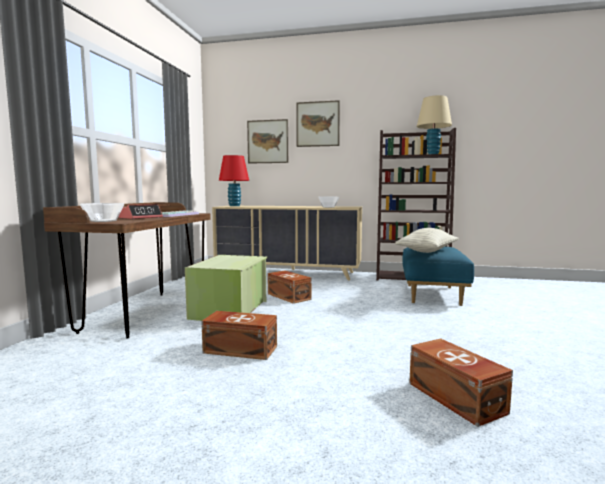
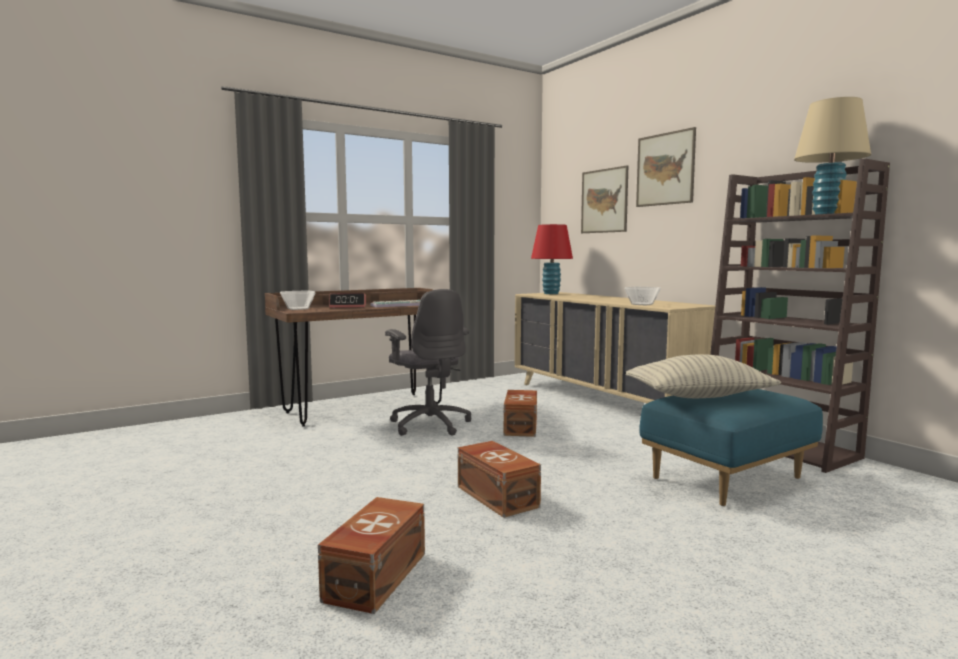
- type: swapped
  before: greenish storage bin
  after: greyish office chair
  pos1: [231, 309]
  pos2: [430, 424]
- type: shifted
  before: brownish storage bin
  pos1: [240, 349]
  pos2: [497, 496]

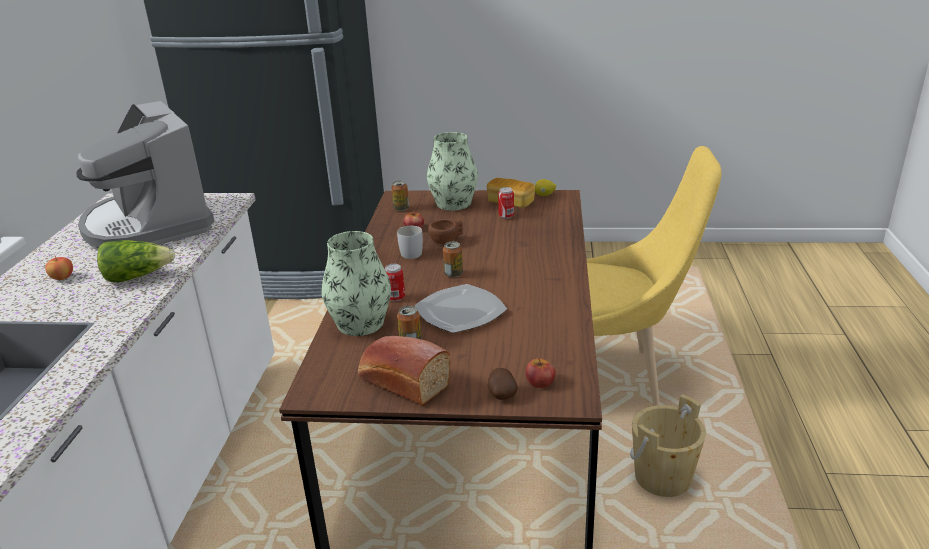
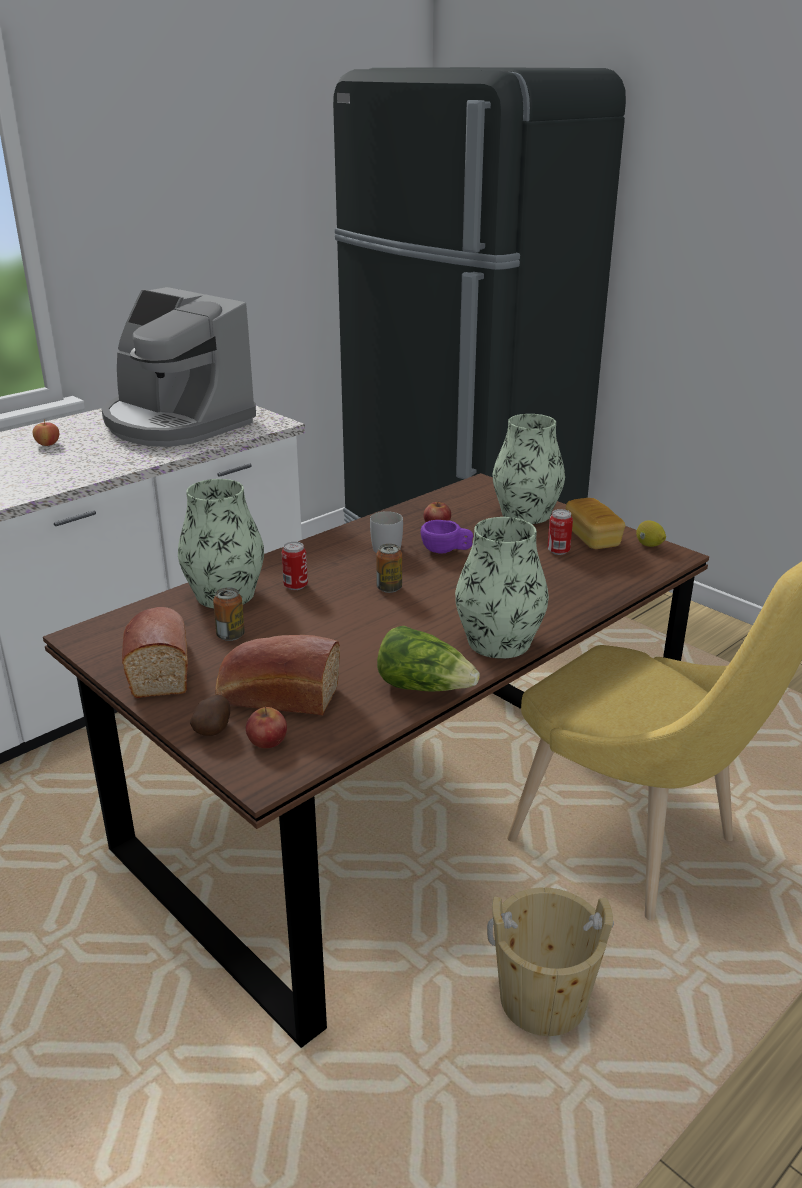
- type: rotated
  before: coffee maker
  pos1: [149, 225]
  pos2: [176, 423]
  turn: -60
- type: shifted
  before: lettuce
  pos1: [137, 276]
  pos2: [424, 687]
- type: gone
  before: can
  pos1: [401, 208]
- type: gone
  before: dinner plate
  pos1: [461, 311]
- type: repainted
  before: brownish cup
  after: purple-coloured cup
  pos1: [447, 241]
  pos2: [446, 551]
- type: new
  after: baked bread
  pos2: [275, 696]
- type: new
  after: vase
  pos2: [499, 642]

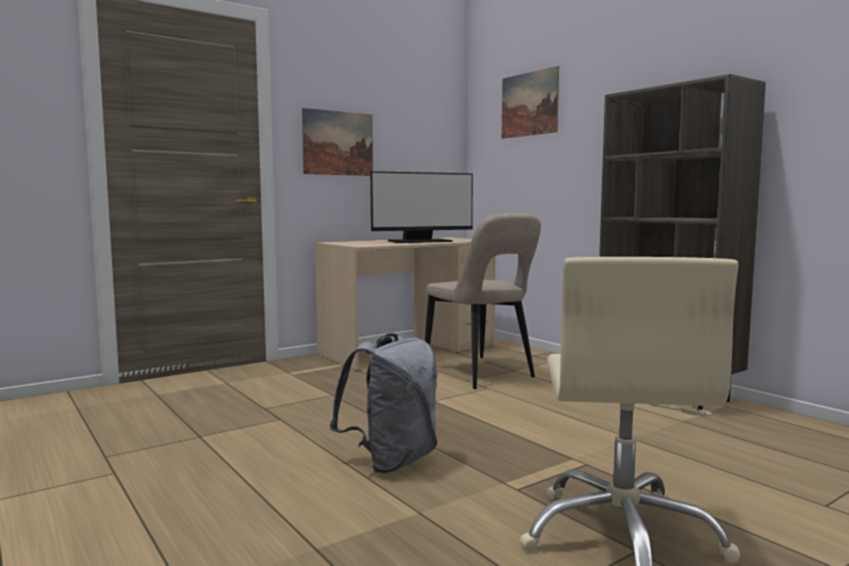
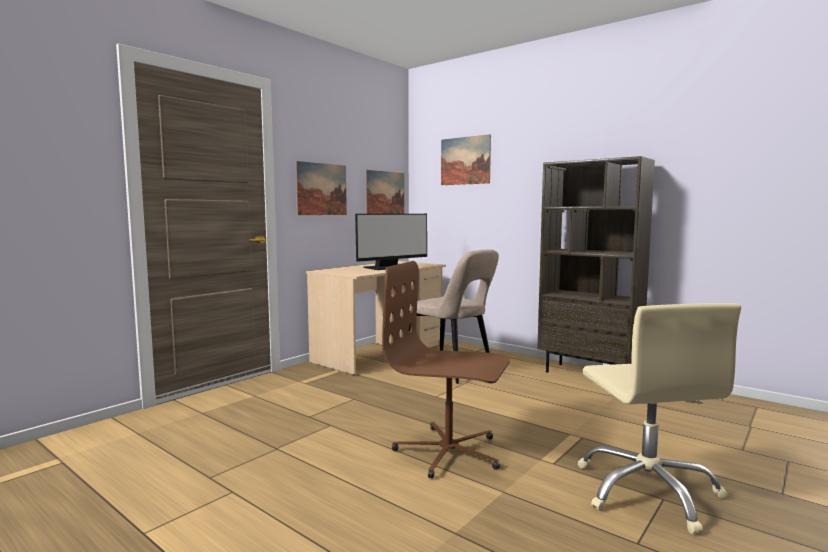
- type: swapped
  before: greyish backpack
  after: brownish office chair
  pos1: [392, 461]
  pos2: [448, 452]
- type: new
  after: wall art
  pos2: [385, 194]

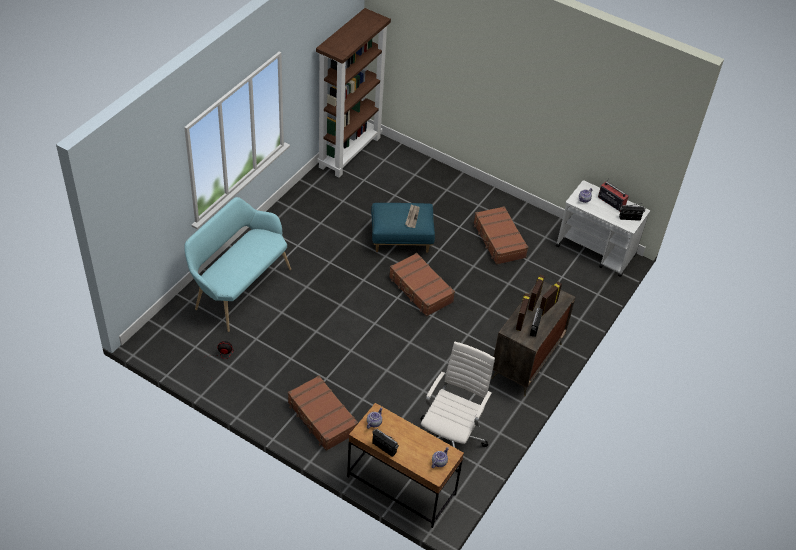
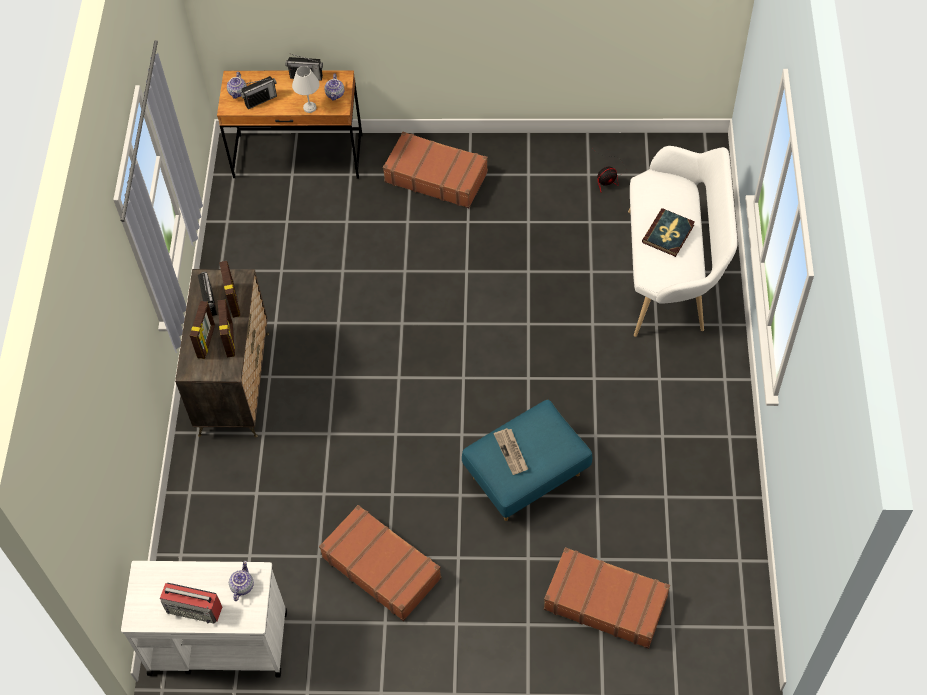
- type: repainted
  before: blue-green indoor bench
  after: whitish indoor bench
  pos1: [239, 288]
  pos2: [672, 272]
- type: gone
  before: brownish bookcase
  pos1: [349, 152]
- type: shifted
  before: brownish travel case
  pos1: [420, 290]
  pos2: [605, 602]
- type: gone
  before: whitish office chair
  pos1: [451, 438]
- type: shifted
  before: radio receiver
  pos1: [630, 218]
  pos2: [260, 100]
- type: new
  after: whitish tabletop lamp
  pos2: [309, 108]
- type: new
  after: book
  pos2: [668, 234]

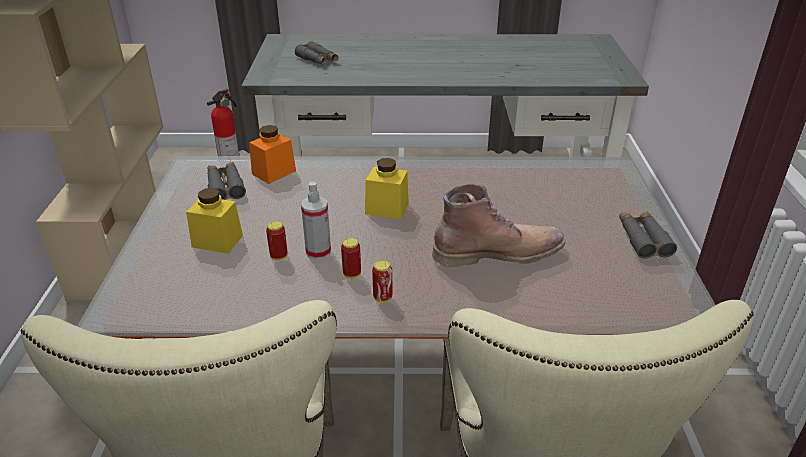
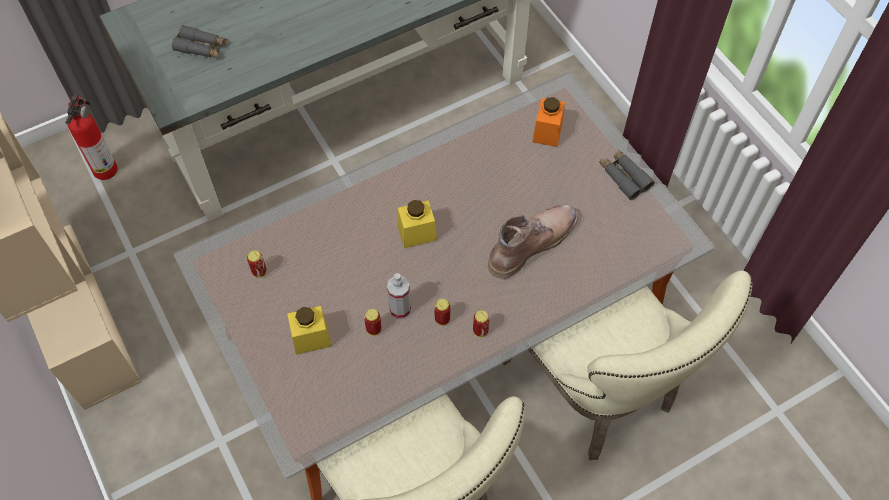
- type: swapped
  before: greyish pair of binoculars
  after: can
  pos1: [225, 187]
  pos2: [259, 272]
- type: shifted
  before: orange-coloured preserve jar
  pos1: [274, 172]
  pos2: [547, 132]

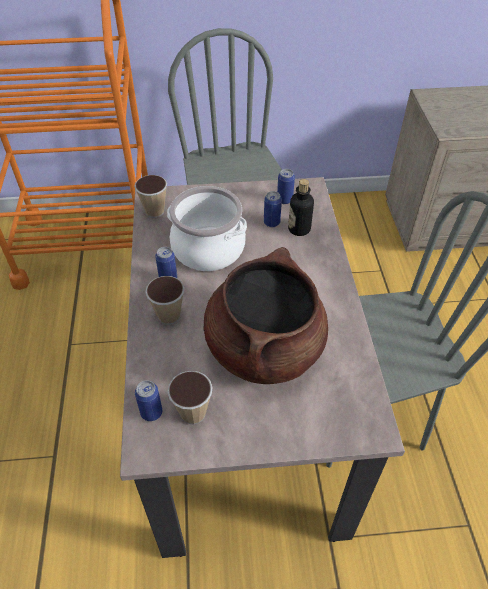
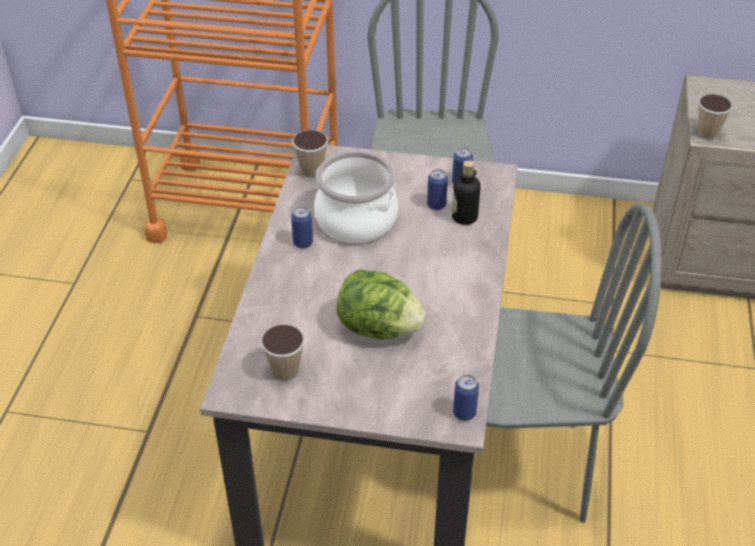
- type: shifted
  before: can
  pos1: [151, 412]
  pos2: [464, 413]
- type: shifted
  before: cup
  pos1: [169, 316]
  pos2: [707, 133]
- type: swapped
  before: brownish cooking pot
  after: lettuce
  pos1: [264, 348]
  pos2: [378, 328]

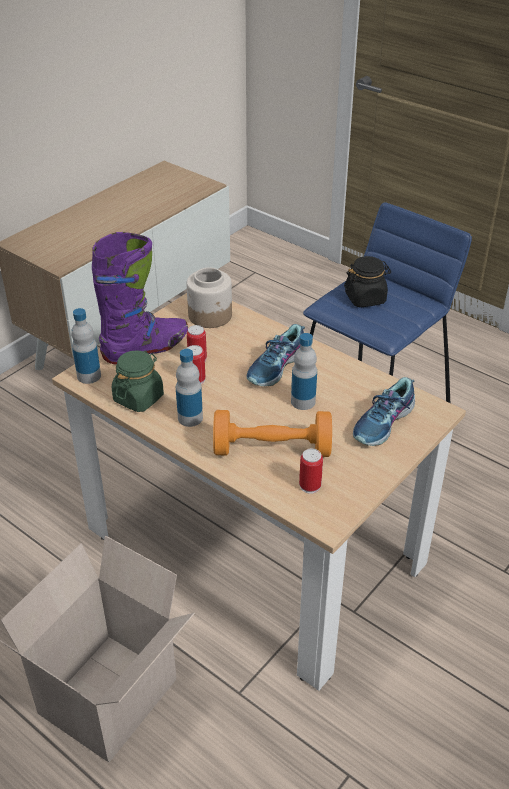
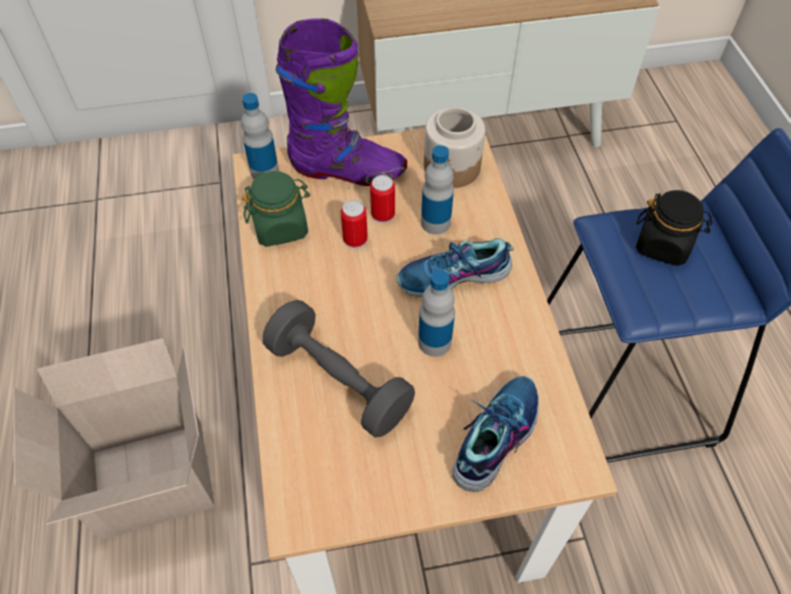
- type: shifted
  before: bottle
  pos1: [190, 418]
  pos2: [435, 223]
- type: repainted
  before: orange-coloured hand weight
  after: greyish hand weight
  pos1: [272, 449]
  pos2: [339, 381]
- type: gone
  before: can
  pos1: [310, 486]
- type: rotated
  before: low shoe
  pos1: [384, 423]
  pos2: [494, 436]
  turn: 135

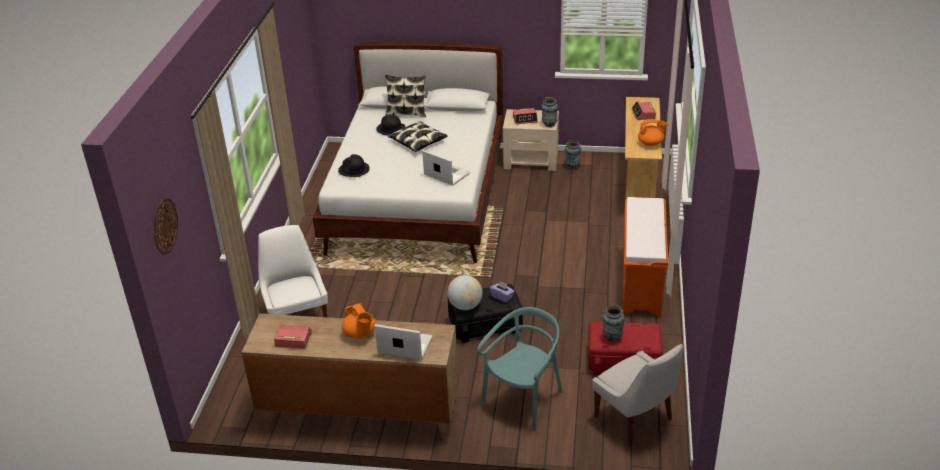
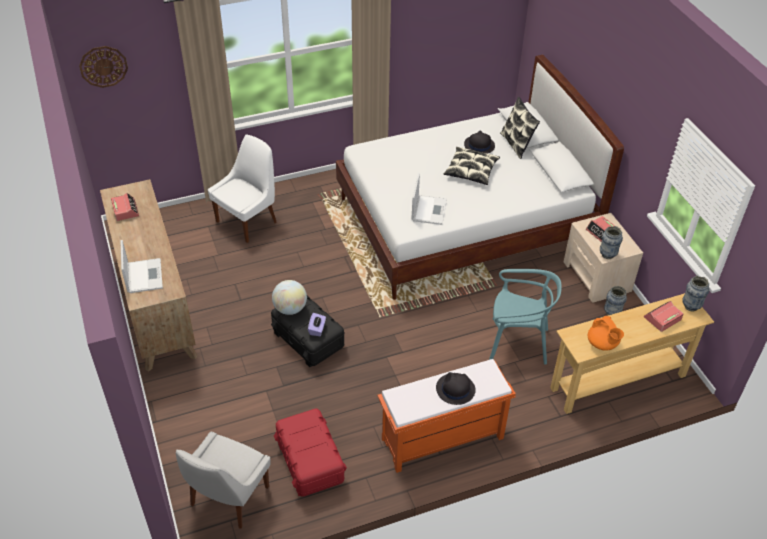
- type: shifted
  before: black-coloured wearable hat
  pos1: [354, 170]
  pos2: [455, 389]
- type: gone
  before: orange-coloured pot for tea
  pos1: [360, 333]
- type: shifted
  before: blue-green plain chair
  pos1: [523, 400]
  pos2: [517, 343]
- type: shifted
  before: vase
  pos1: [612, 337]
  pos2: [691, 306]

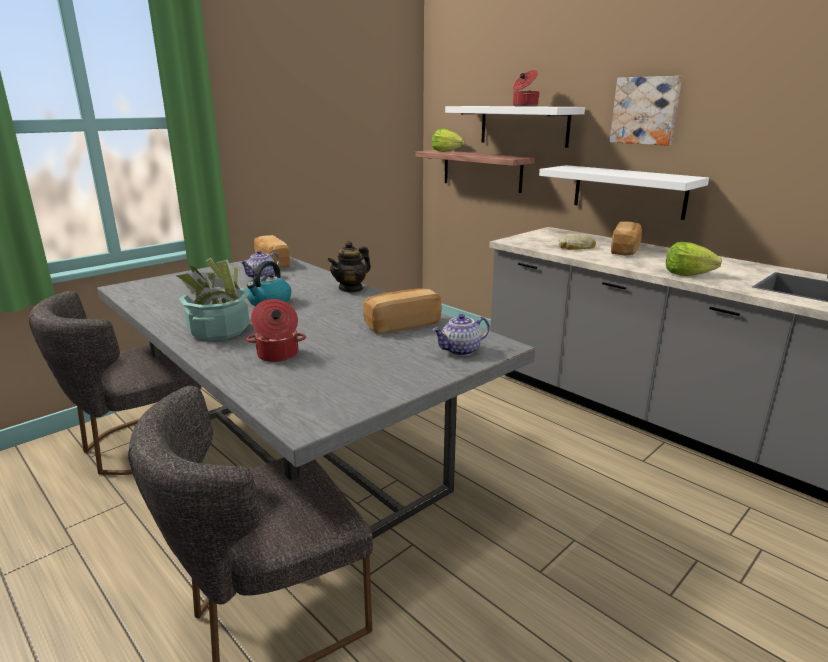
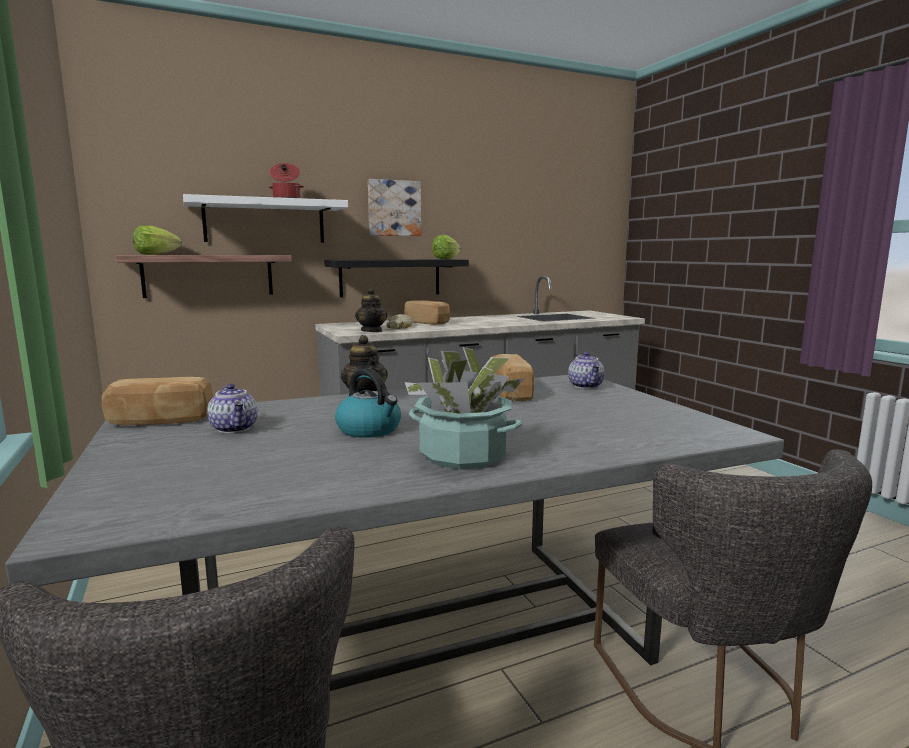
- type: gone
  before: cooking pot
  pos1: [278, 355]
- type: repainted
  before: whitish shelf
  after: black-coloured shelf
  pos1: [628, 191]
  pos2: [390, 277]
- type: shifted
  before: lettuce
  pos1: [687, 274]
  pos2: [446, 259]
- type: new
  after: pot for tea
  pos2: [372, 331]

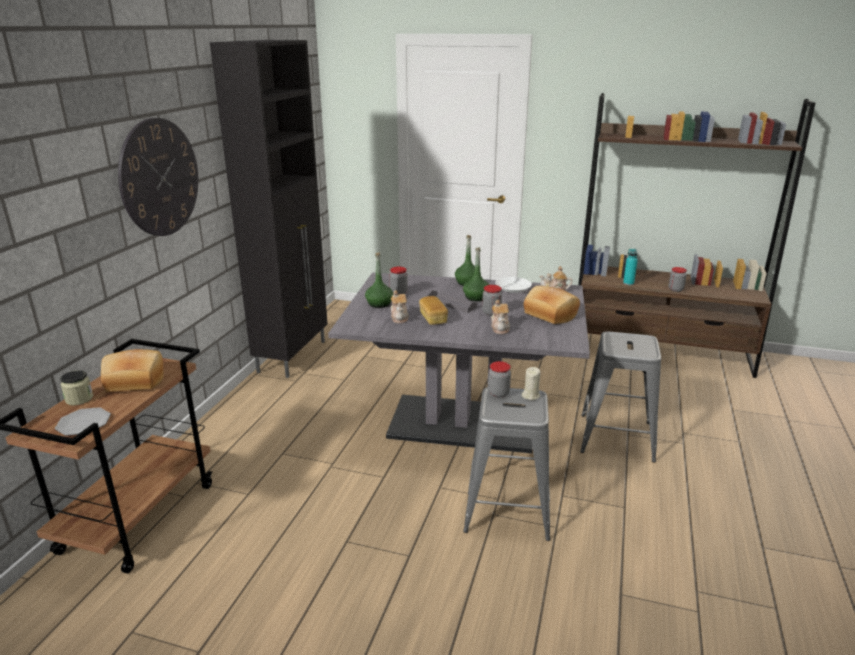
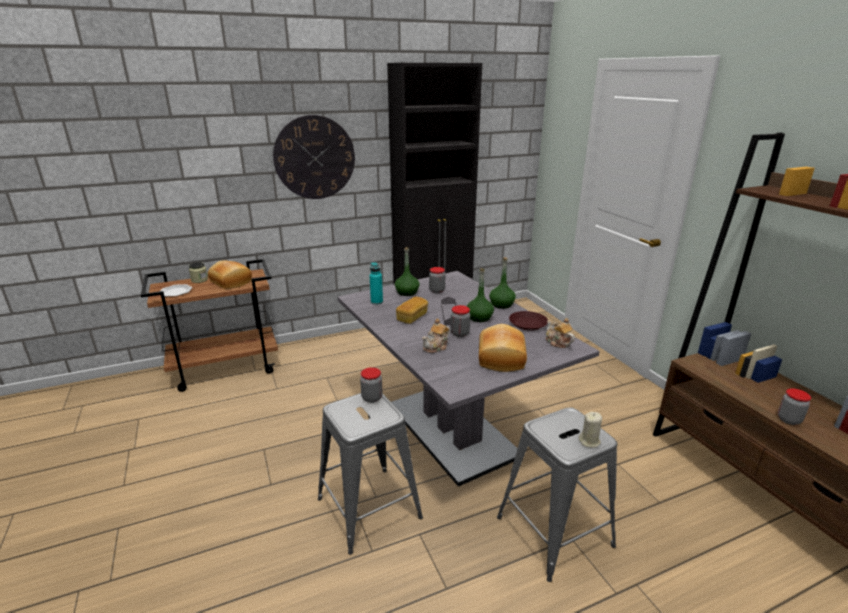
- type: gone
  before: pot for tea
  pos1: [399, 317]
- type: repainted
  before: whitish dinner plate
  after: brownish dinner plate
  pos1: [513, 288]
  pos2: [528, 324]
- type: shifted
  before: beige wax candle
  pos1: [530, 395]
  pos2: [589, 441]
- type: shifted
  before: blue-green bottle
  pos1: [628, 283]
  pos2: [376, 302]

